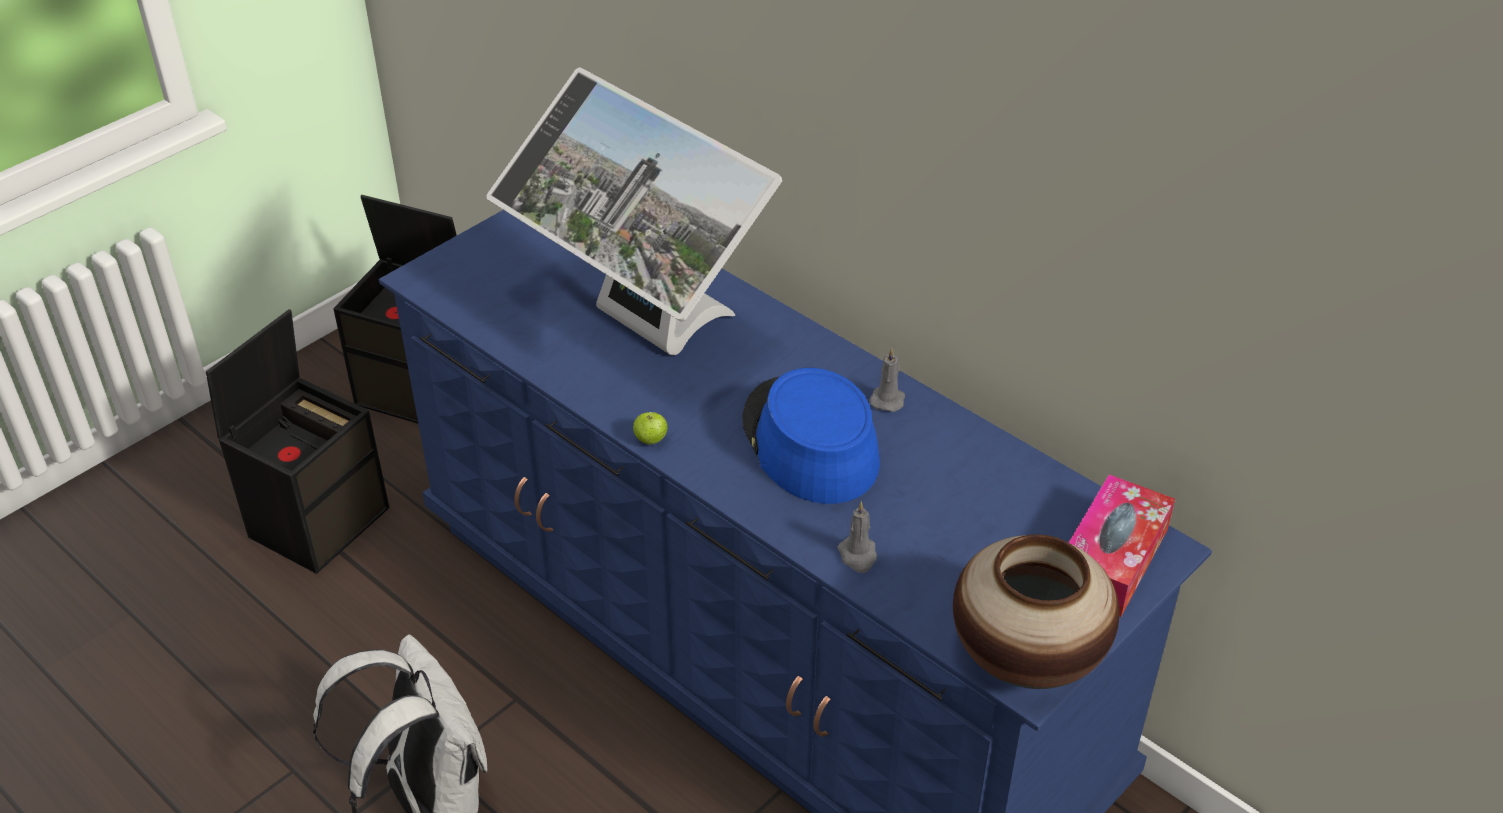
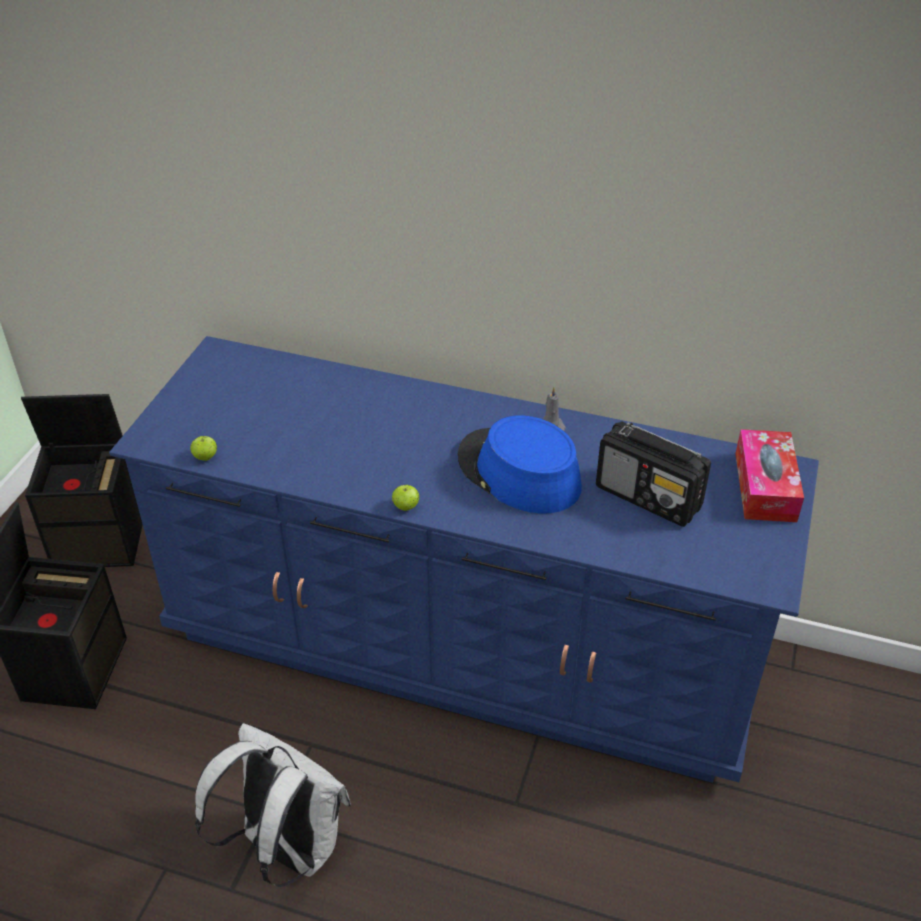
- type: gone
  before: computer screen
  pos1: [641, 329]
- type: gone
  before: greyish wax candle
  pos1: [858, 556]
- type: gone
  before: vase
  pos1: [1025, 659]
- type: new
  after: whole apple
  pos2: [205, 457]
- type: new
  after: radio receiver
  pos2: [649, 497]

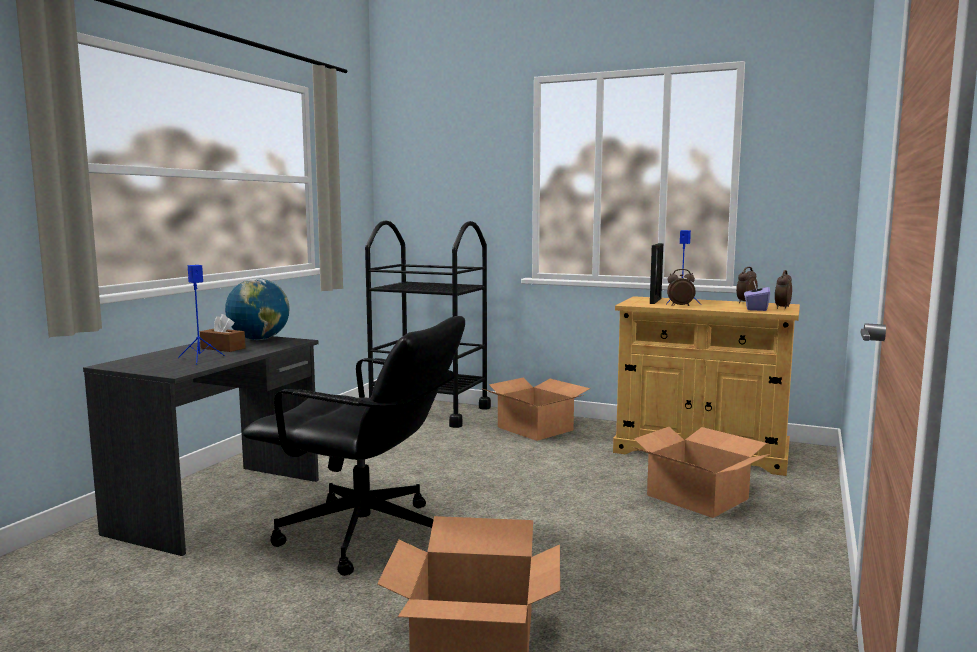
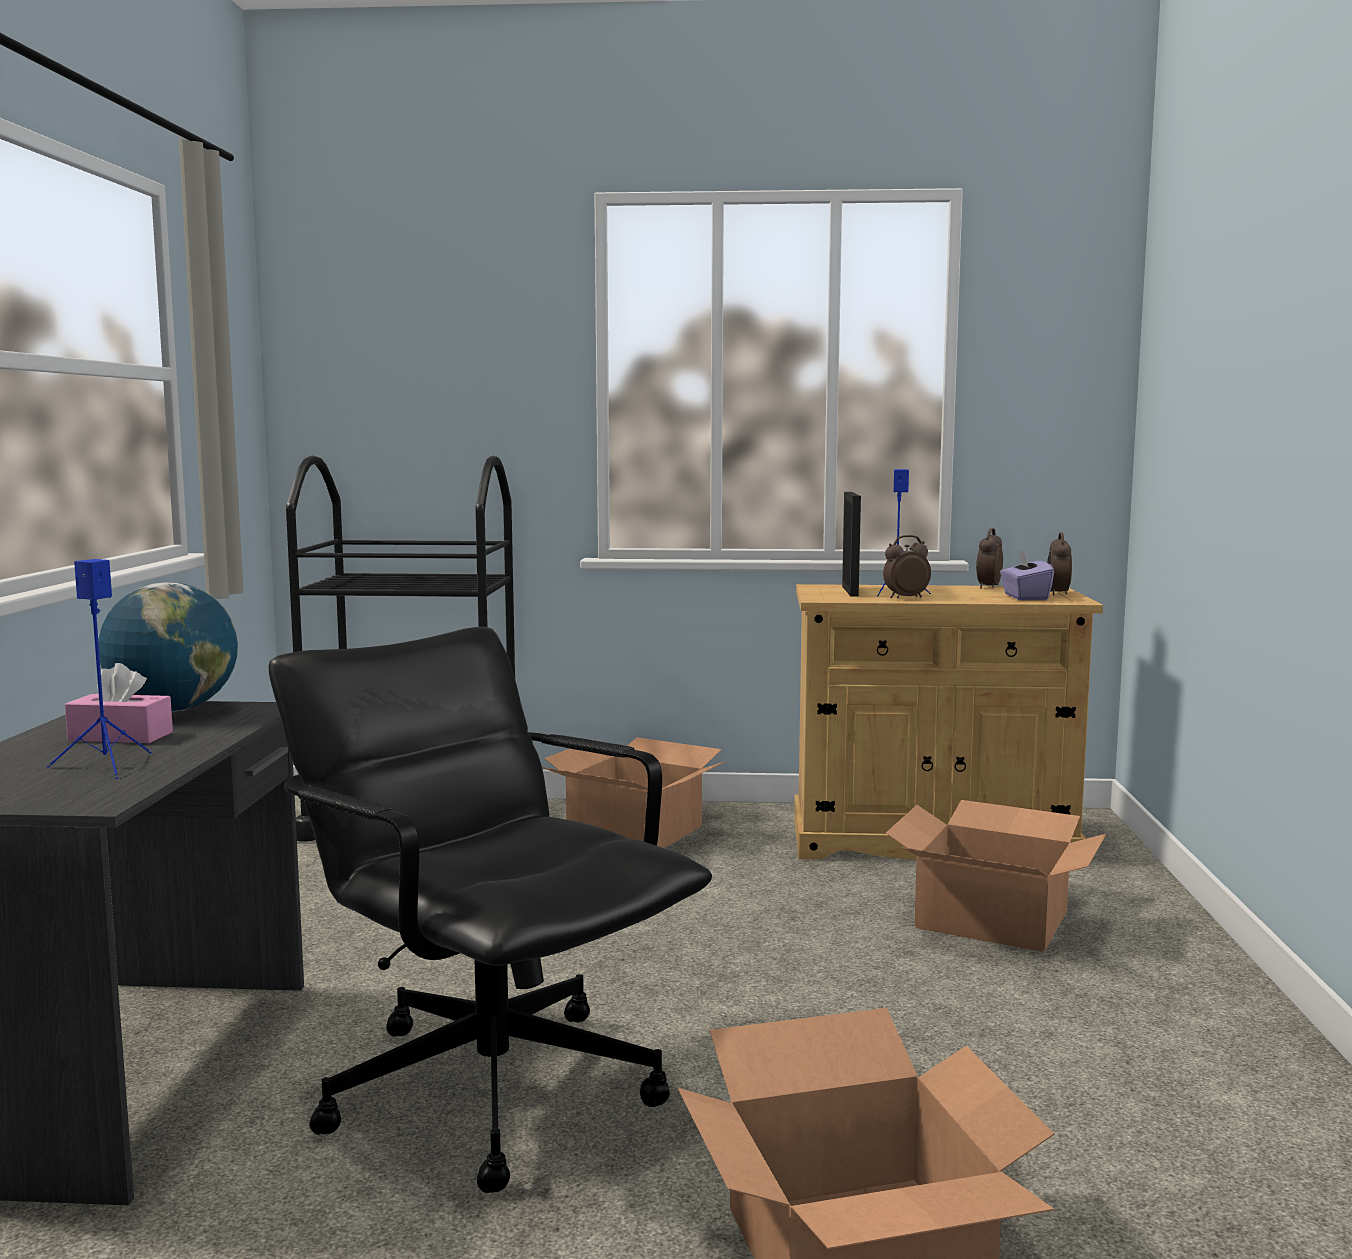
- type: repainted
  before: brownish box of tissues
  after: pink-coloured box of tissues
  pos1: [223, 348]
  pos2: [121, 736]
- type: rotated
  before: black-coloured office chair
  pos1: [365, 536]
  pos2: [492, 1087]
  turn: -135

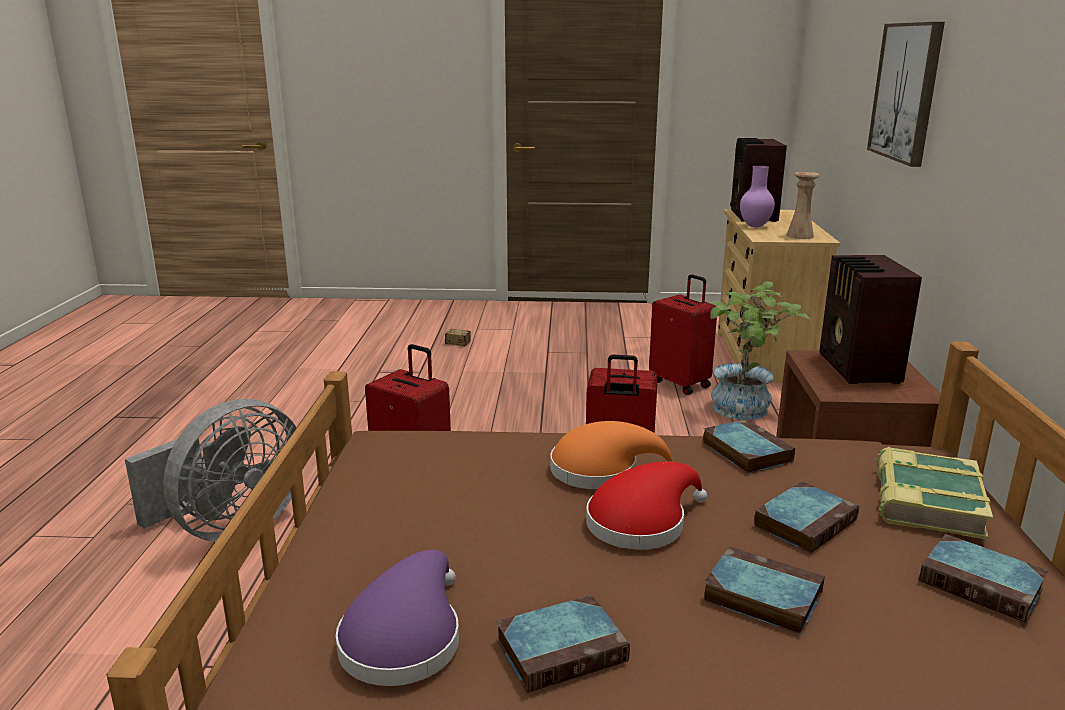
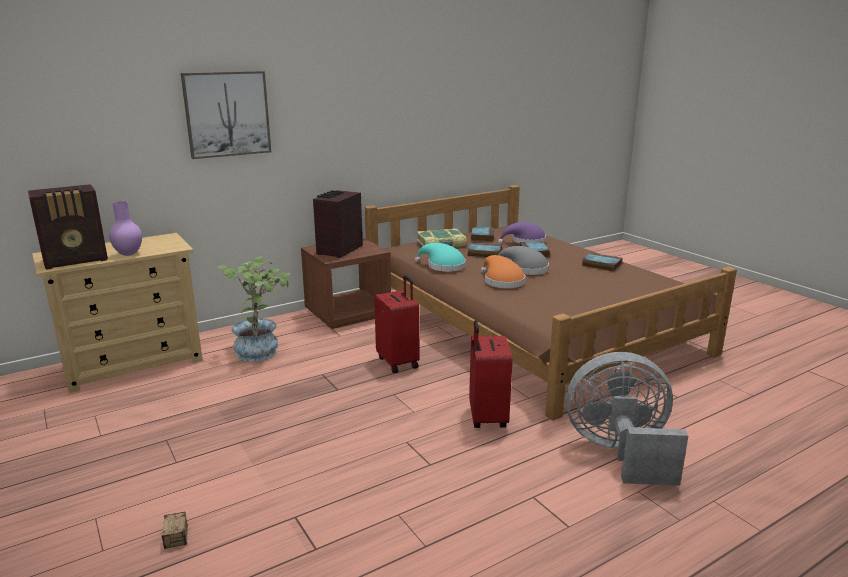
- type: shifted
  before: purple-coloured wearable hat
  pos1: [404, 638]
  pos2: [525, 241]
- type: repainted
  before: red-coloured wearable hat
  after: greyish wearable hat
  pos1: [641, 522]
  pos2: [525, 269]
- type: gone
  before: red-coloured travel case
  pos1: [681, 383]
- type: swapped
  before: book
  after: blue-green wearable hat
  pos1: [744, 451]
  pos2: [443, 266]
- type: gone
  before: beige vase
  pos1: [800, 236]
- type: rotated
  before: radio receiver
  pos1: [858, 369]
  pos2: [338, 250]
  turn: 150

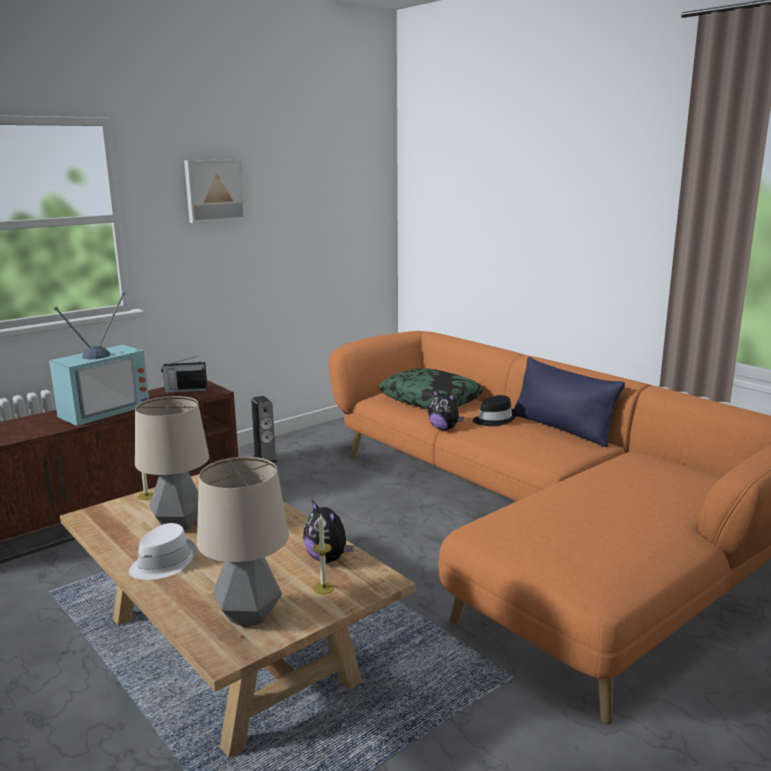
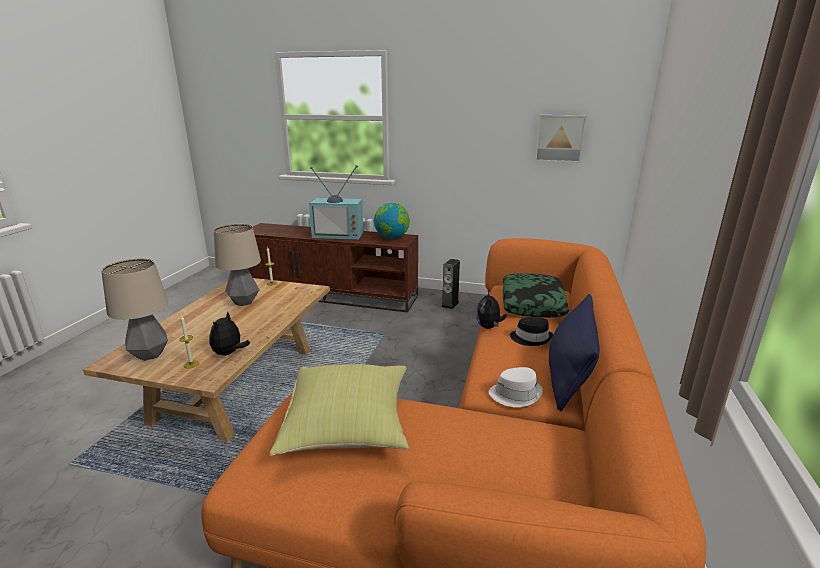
- type: shifted
  before: whitish wearable hat
  pos1: [163, 562]
  pos2: [515, 394]
- type: swapped
  before: radio receiver
  after: globe
  pos1: [185, 390]
  pos2: [392, 238]
- type: shifted
  before: wall art
  pos1: [214, 190]
  pos2: [559, 138]
- type: new
  after: yellow throw pillow
  pos2: [348, 427]

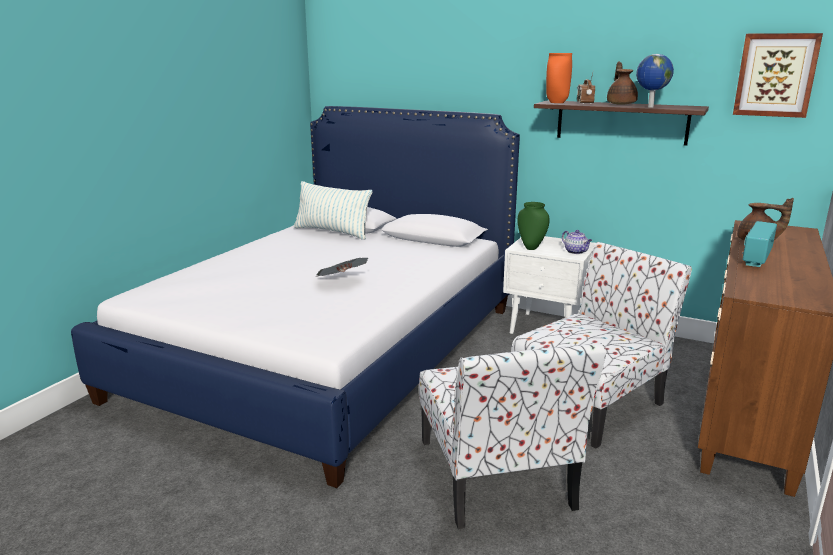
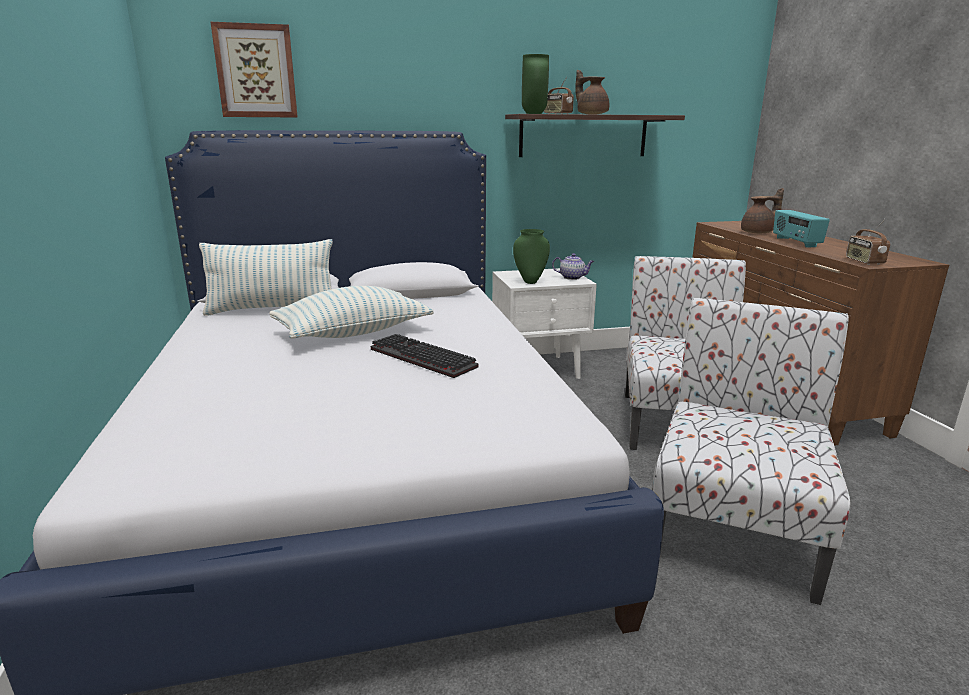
- type: swapped
  before: printed paper
  after: PC keyboard
  pos1: [342, 281]
  pos2: [419, 358]
- type: rotated
  before: plain chair
  pos1: [496, 476]
  pos2: [734, 525]
  turn: -105
- type: repainted
  before: orange-coloured vase
  after: greenish vase
  pos1: [557, 102]
  pos2: [534, 113]
- type: gone
  before: globe
  pos1: [649, 107]
- type: shifted
  before: wall art
  pos1: [775, 75]
  pos2: [256, 71]
- type: new
  after: throw pillow
  pos2: [353, 333]
- type: new
  after: radio receiver
  pos2: [864, 261]

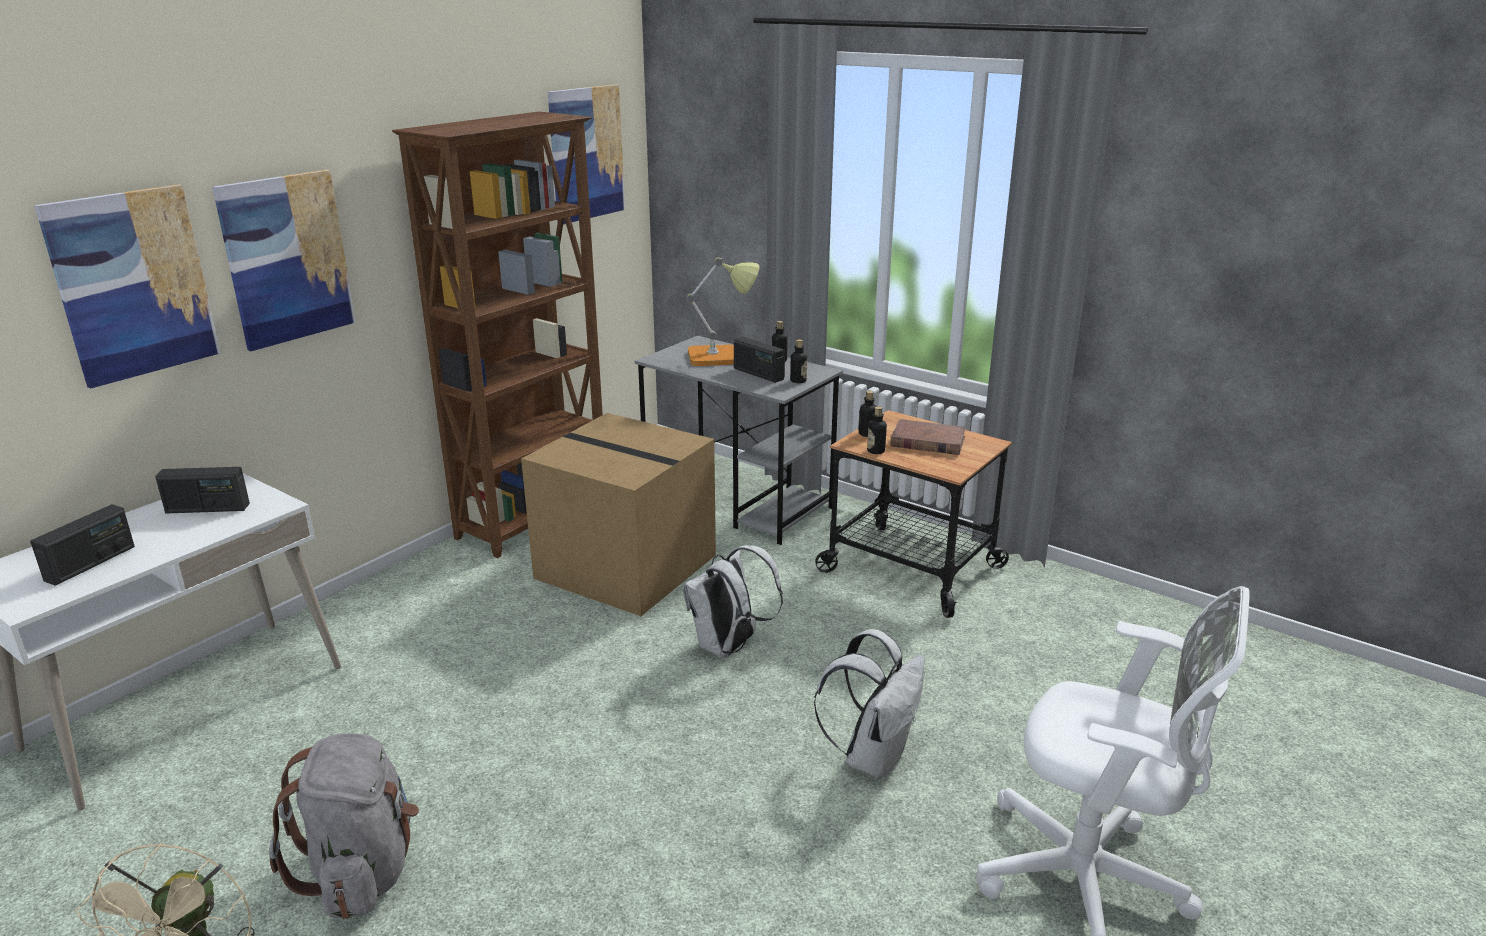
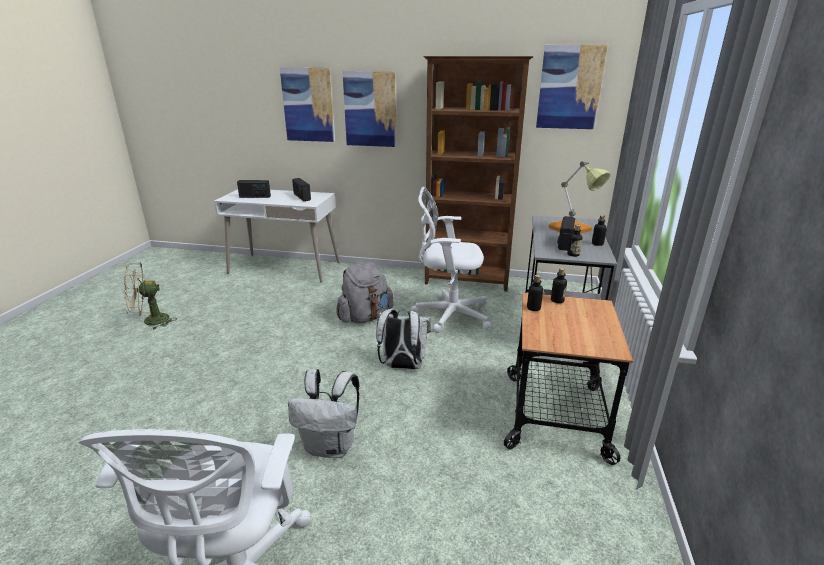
- type: shifted
  before: greyish backpack
  pos1: [362, 871]
  pos2: [365, 317]
- type: swapped
  before: packing box
  after: whitish office chair
  pos1: [623, 567]
  pos2: [448, 314]
- type: gone
  before: brownish book
  pos1: [927, 442]

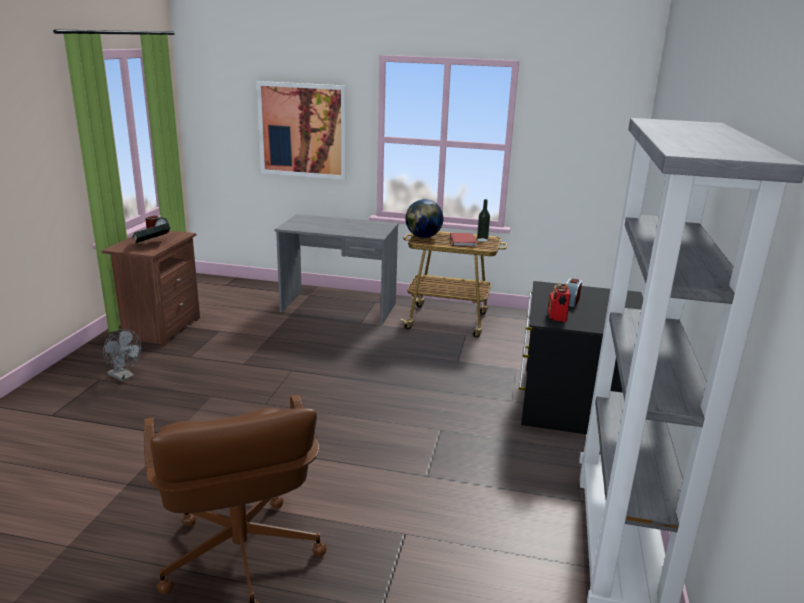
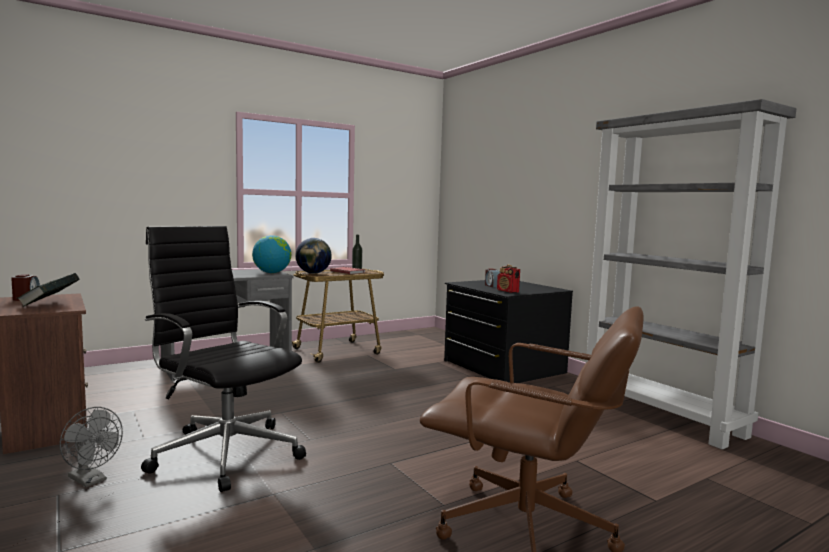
- type: rotated
  before: greyish cooling fan
  pos1: [124, 377]
  pos2: [91, 480]
  turn: 45
- type: gone
  before: wall art
  pos1: [302, 130]
- type: new
  after: black-coloured office chair
  pos2: [225, 452]
- type: new
  after: globe
  pos2: [272, 273]

